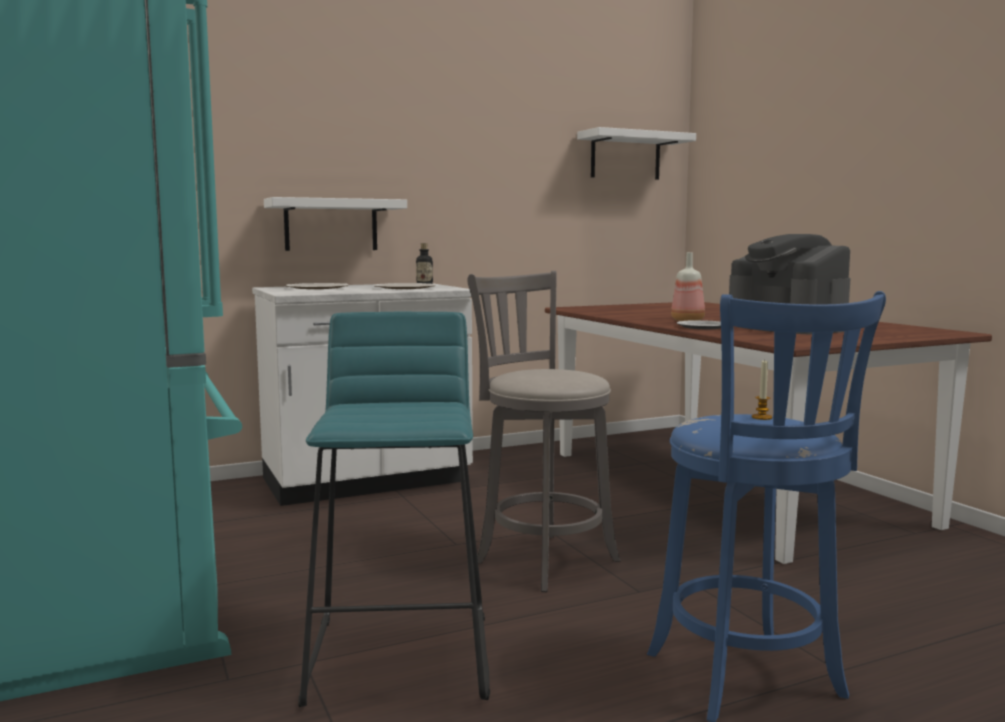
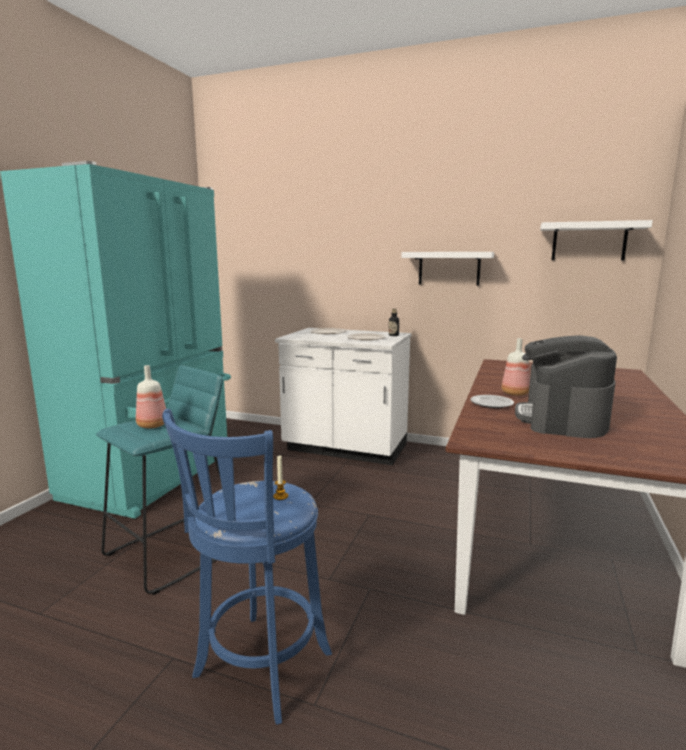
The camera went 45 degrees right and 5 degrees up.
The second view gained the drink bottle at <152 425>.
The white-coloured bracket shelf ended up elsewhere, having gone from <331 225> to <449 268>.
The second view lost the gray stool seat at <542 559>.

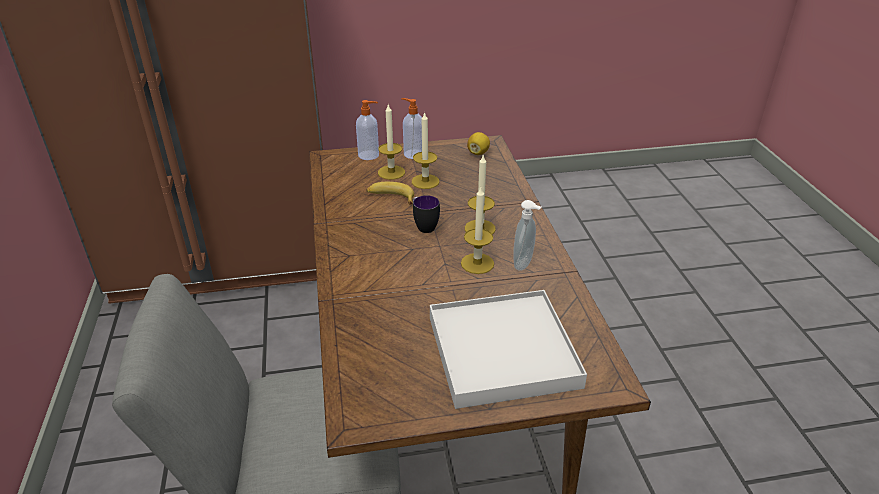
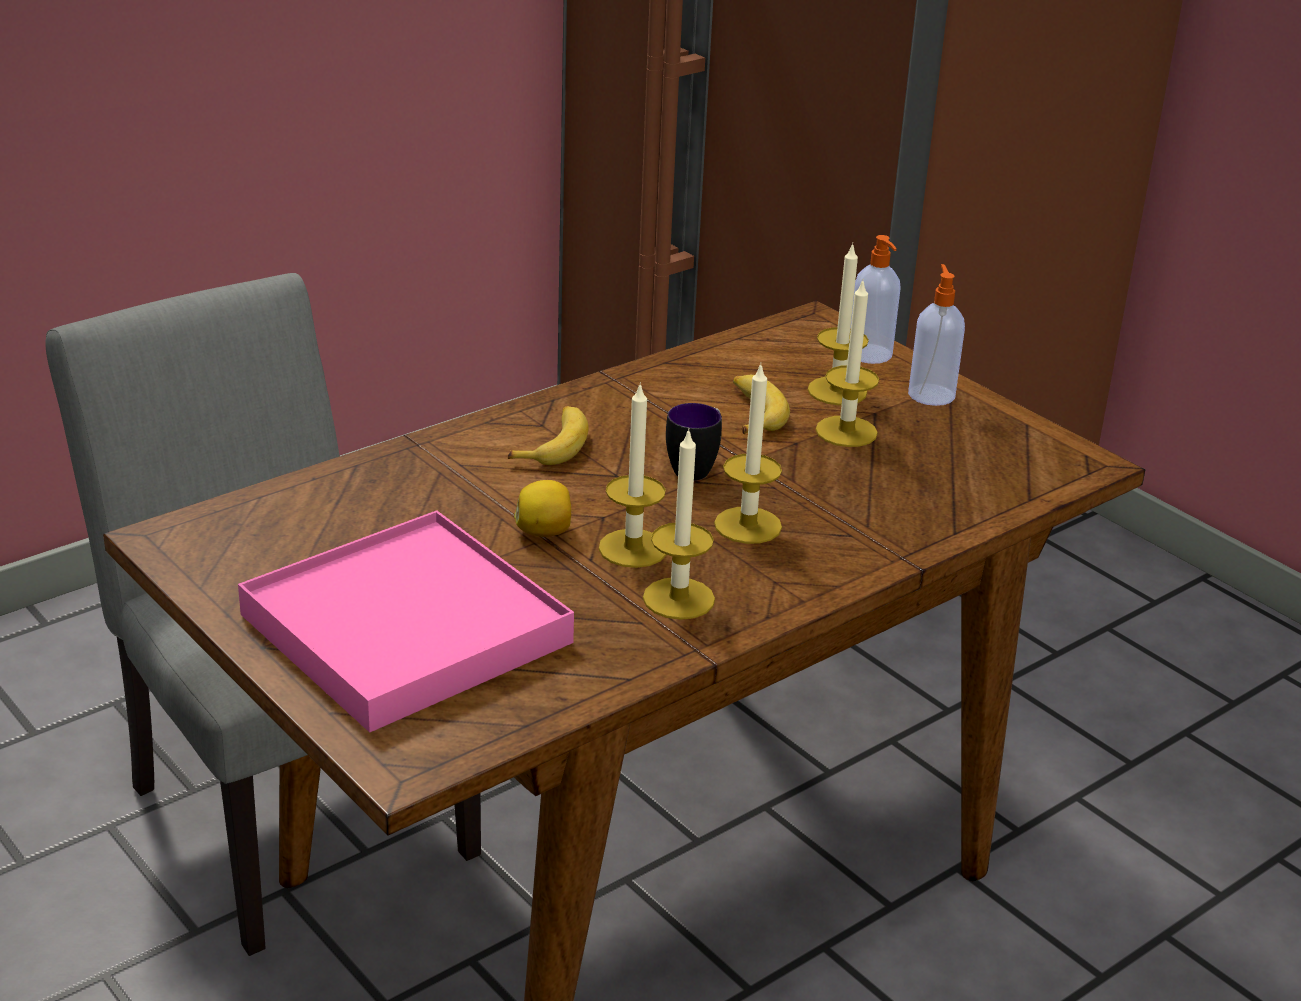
The camera went 60 degrees right and 5 degrees down.
What was the white-coloured carrying tray at <502 351> turned into the pinkish carrying tray at <407 629>.
The second view gained the banana at <554 445>.
The whole lemon ended up elsewhere, having gone from <478 153> to <544 532>.
Where the soap dispenser stood at <524 264>, the wax candle came to stand at <678 598>.

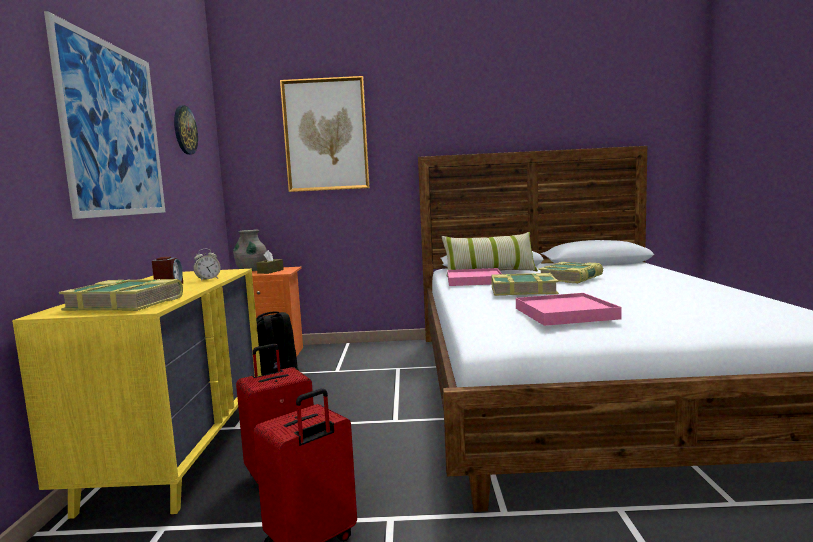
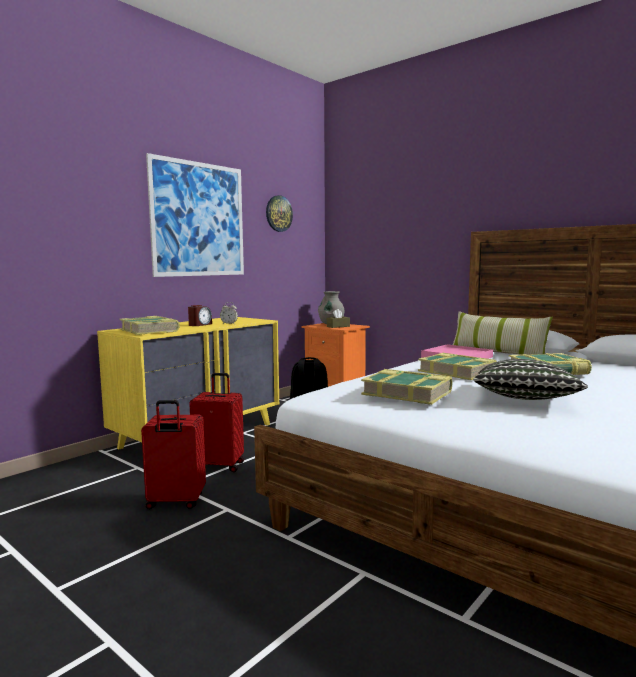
The camera went 40 degrees right and 0 degrees up.
Where the pinkish carrying tray stood at <565 313>, the book came to stand at <407 393>.
The second view gained the pillow at <524 400>.
The second view lost the picture at <326 135>.

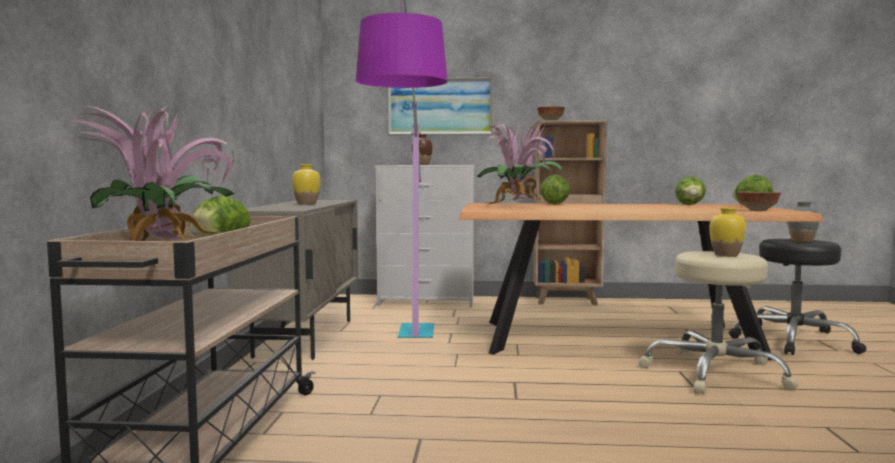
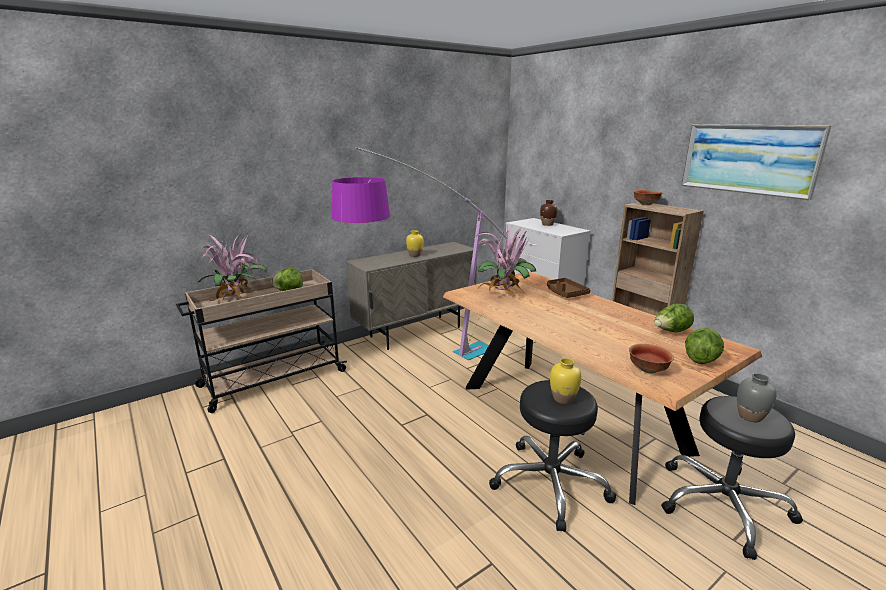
The camera went 50 degrees right and 15 degrees up.
What was the sand-coloured stool seat at <714 373> turned into the black stool seat at <550 483>.
Where the head of lettuce stood at <554 204>, the brown-coloured carrying tray came to stand at <565 293>.
The picture ended up elsewhere, having gone from <440 106> to <748 159>.

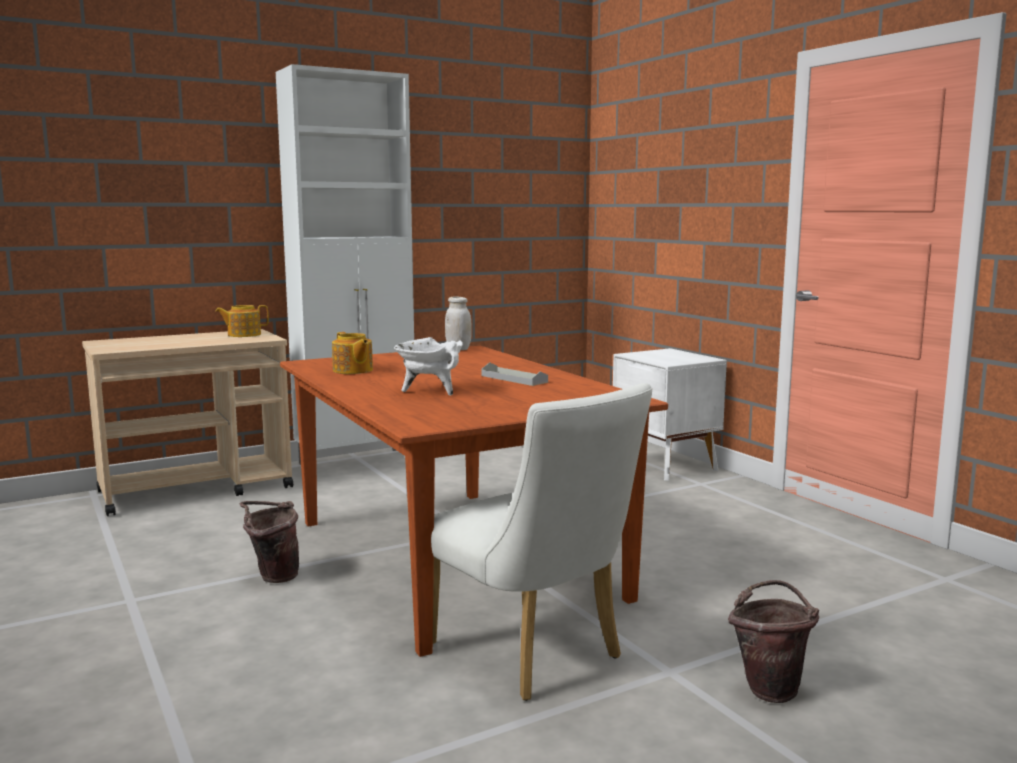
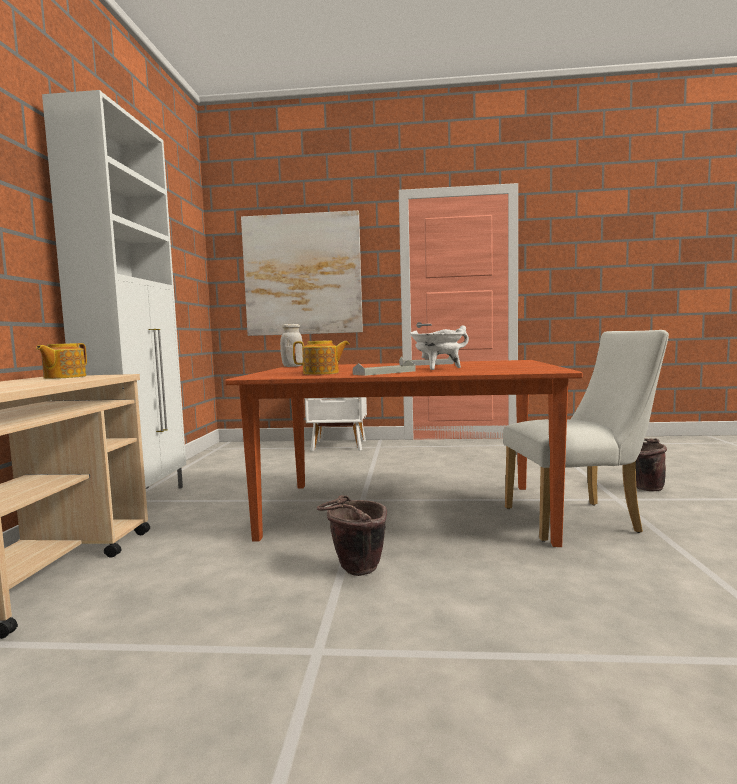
The camera went 55 degrees left and 5 degrees down.
The second view gained the picture at <302 275>.
The second view gained the gray carrying tray at <384 373>.

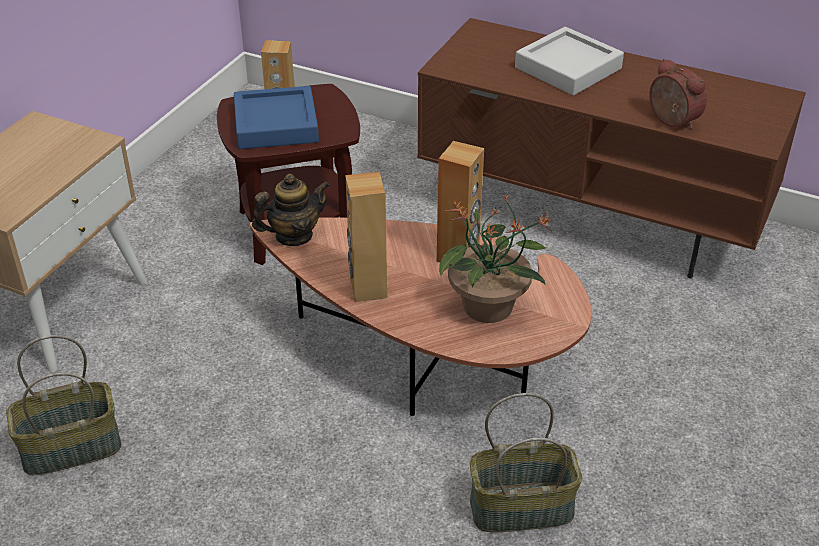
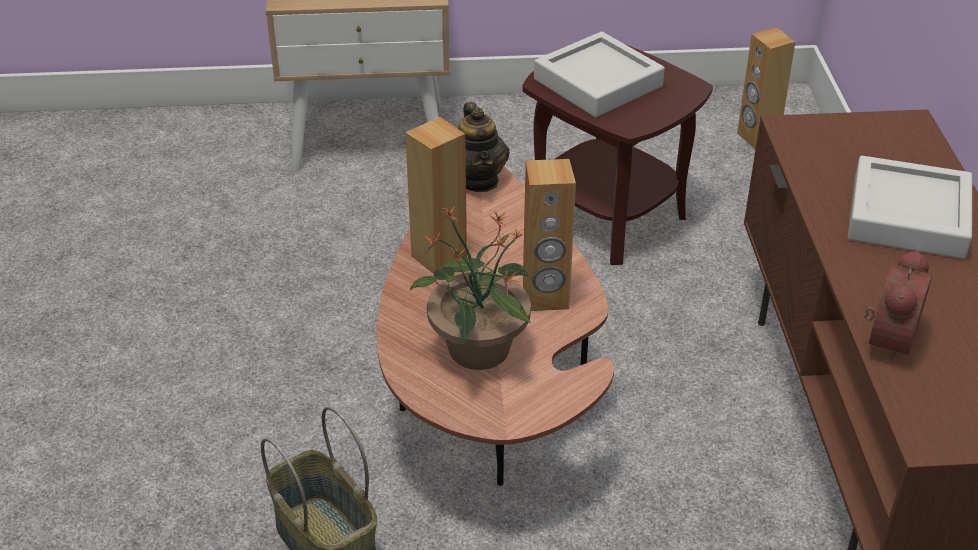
The camera went 60 degrees right and 0 degrees up.
The teapot at <293 236> ended up facing another way, 45 degrees clockwise from before.
What was the blue-coloured carrying tray at <276 125> turned into the gray carrying tray at <598 83>.
The second view lost the basket at <70 449>.

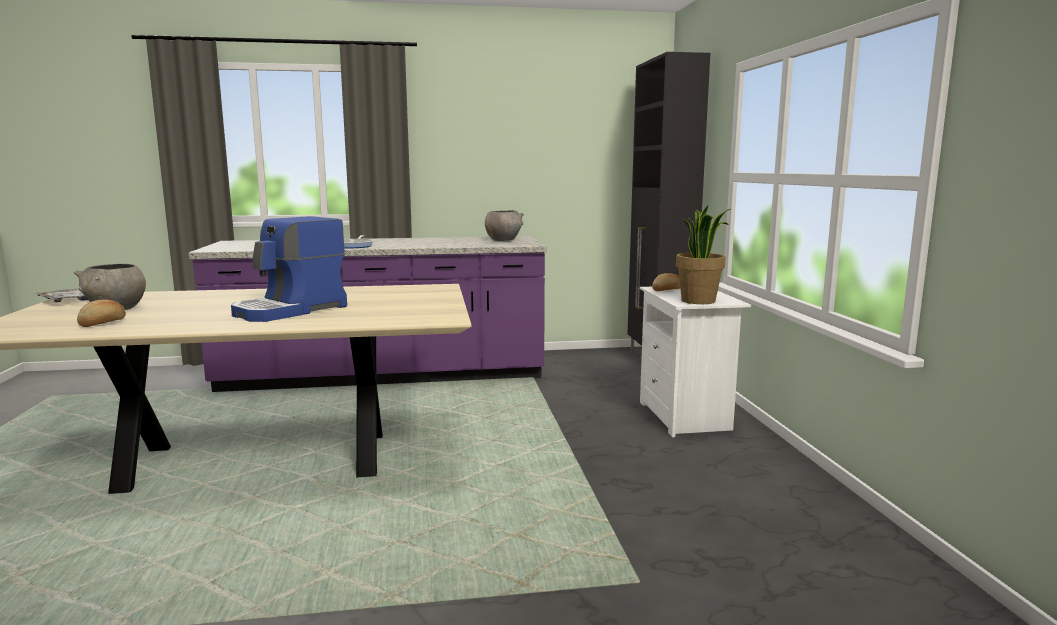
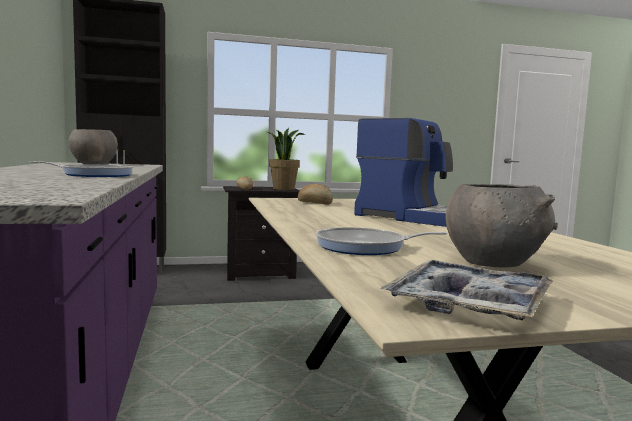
The camera went 95 degrees left and 5 degrees down.
What was the white-coloured bedside table at <686 417> turned into the black bedside table at <260 273>.
The bread ended up elsewhere, having gone from <103 323> to <315 203>.
The second view gained the frying pan at <365 247>.

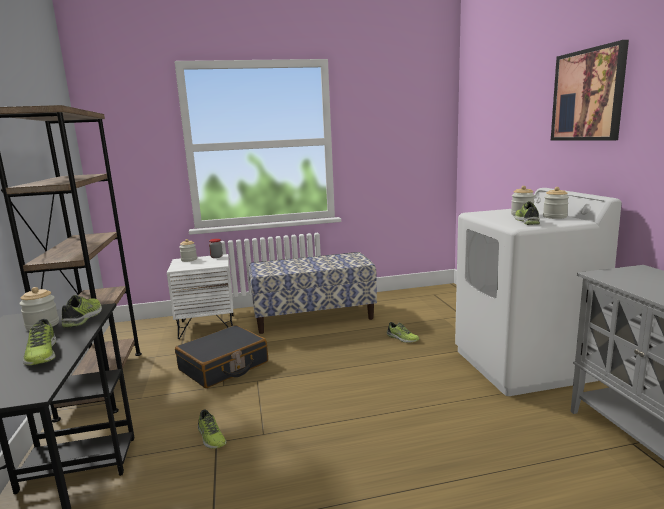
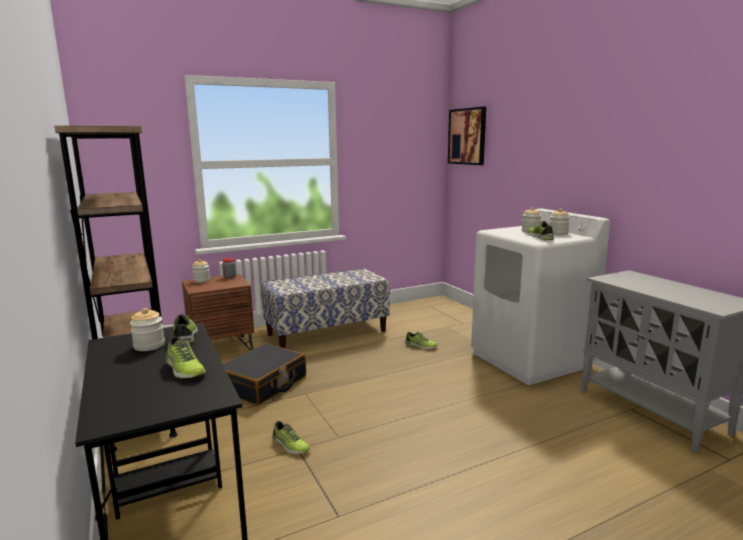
The camera went 15 degrees left and 0 degrees up.
What was the white-coloured bedside table at <207 326> turned into the brown-coloured bedside table at <221 348>.
The picture ended up elsewhere, having gone from <588 95> to <467 136>.

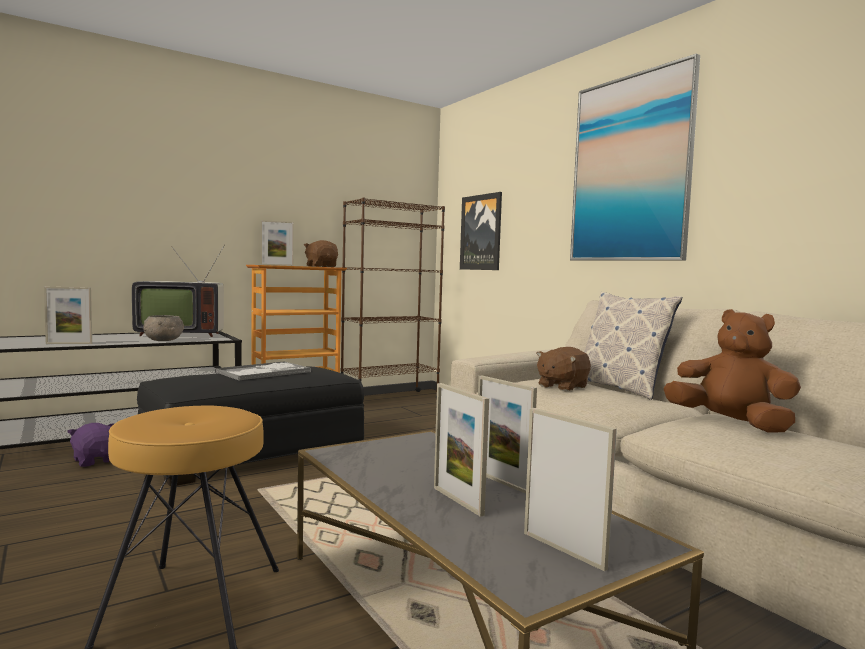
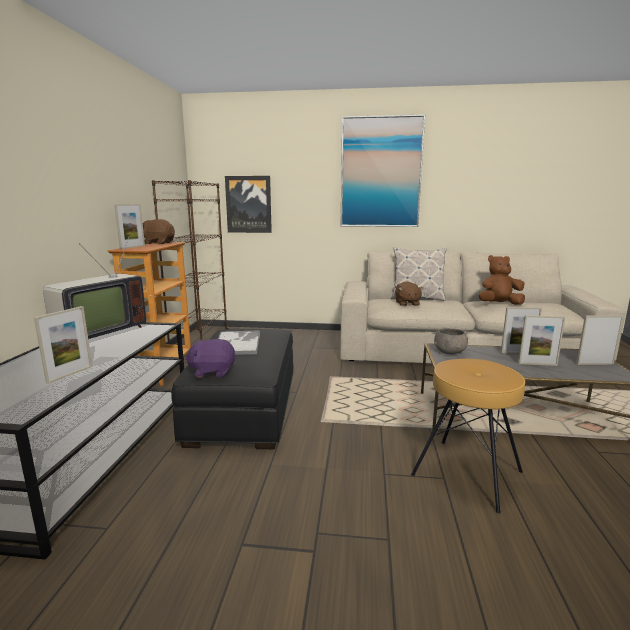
The camera went 50 degrees left and 10 degrees up.
The purplish plush toy ended up elsewhere, having gone from <96 460> to <212 371>.
The gray deep dish ended up elsewhere, having gone from <164 340> to <450 352>.

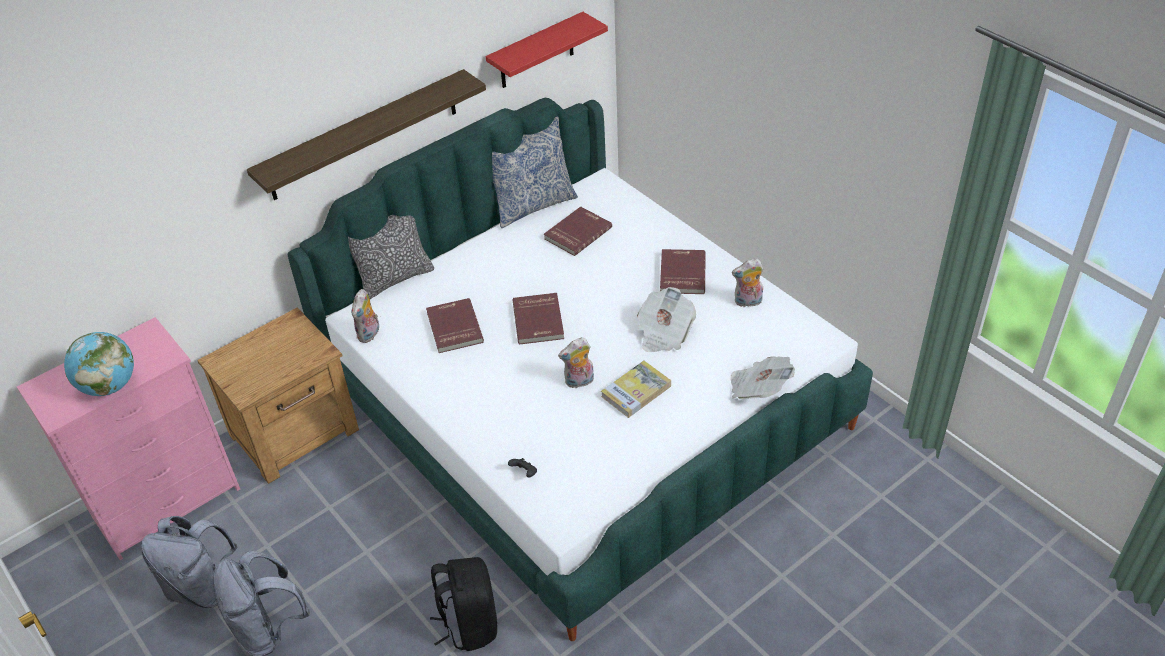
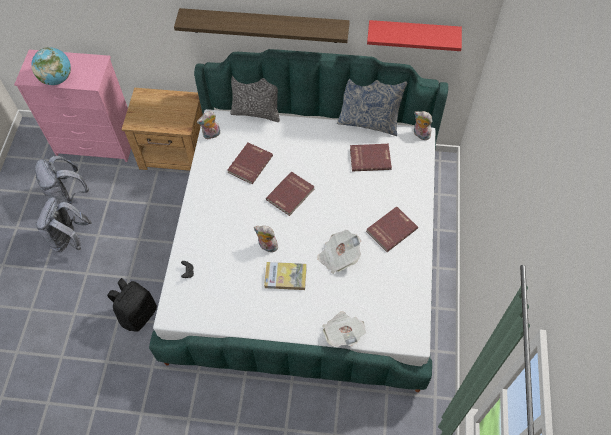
The camera went 45 degrees right and 15 degrees up.
The plush toy ended up elsewhere, having gone from <747 302> to <420 135>.

